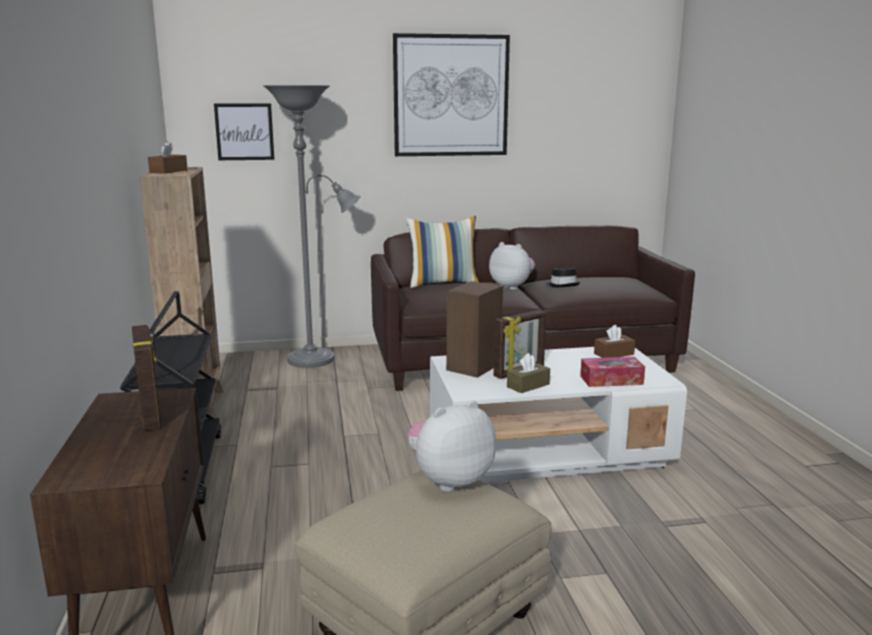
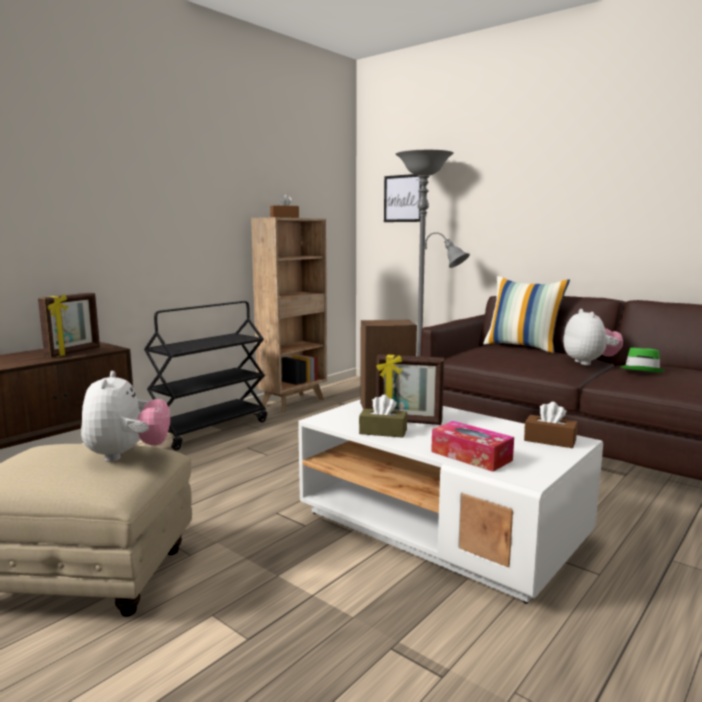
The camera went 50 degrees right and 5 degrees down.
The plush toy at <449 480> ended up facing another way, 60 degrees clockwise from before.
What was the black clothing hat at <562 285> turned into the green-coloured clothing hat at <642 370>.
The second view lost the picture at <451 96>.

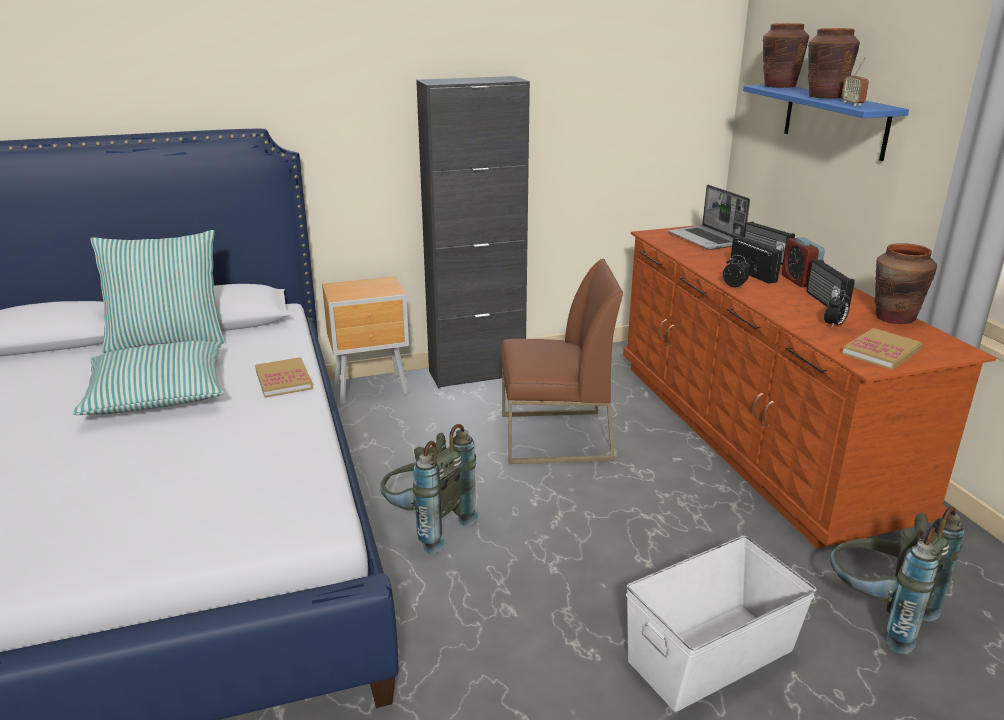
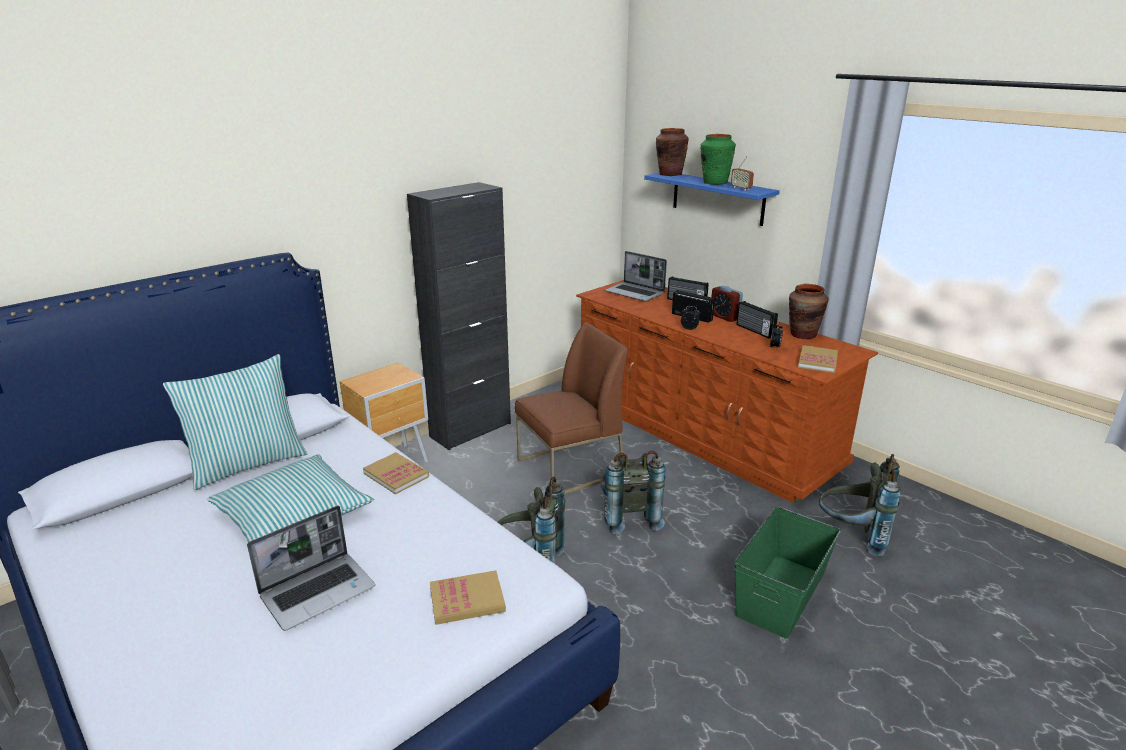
The camera went 25 degrees left and 0 degrees up.
The second view gained the laptop at <318 591>.
The second view gained the book at <467 600>.
The second view gained the gray backpack at <628 517>.
What was the brown-coloured vase at <825 97> turned into the green-coloured vase at <714 183>.
What was the white-coloured storage bin at <709 654> turned into the green-coloured storage bin at <780 594>.

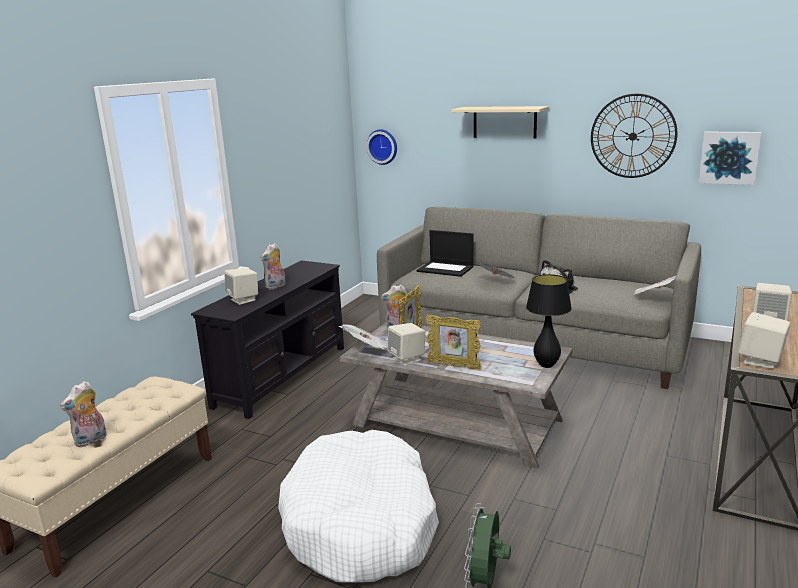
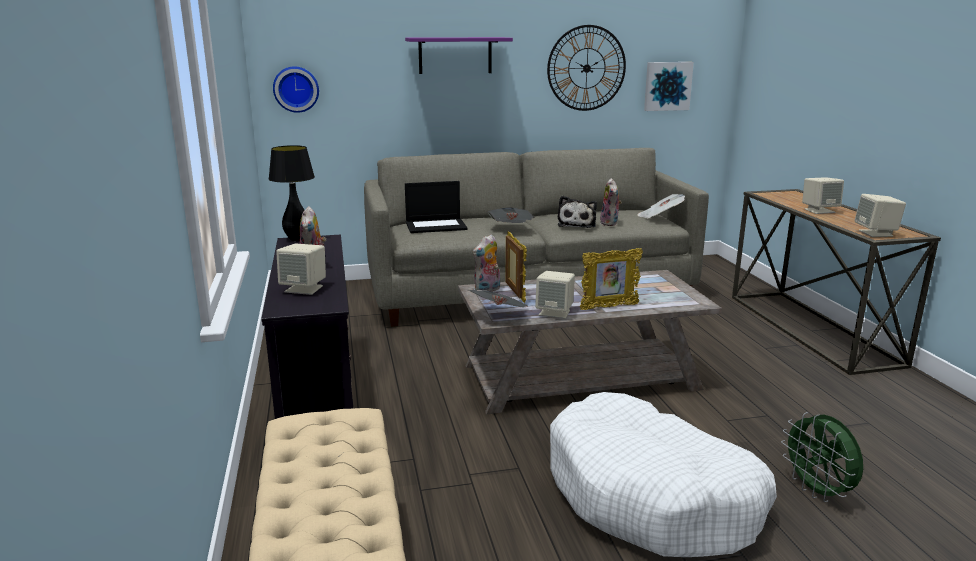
The camera went 40 degrees left and 0 degrees up.
The black tabletop lamp ended up elsewhere, having gone from <546 365> to <297 239>.
What was the sand-coloured bracket shelf at <504 122> turned into the purplish bracket shelf at <455 55>.
The plush toy ended up elsewhere, having gone from <91 441> to <610 223>.

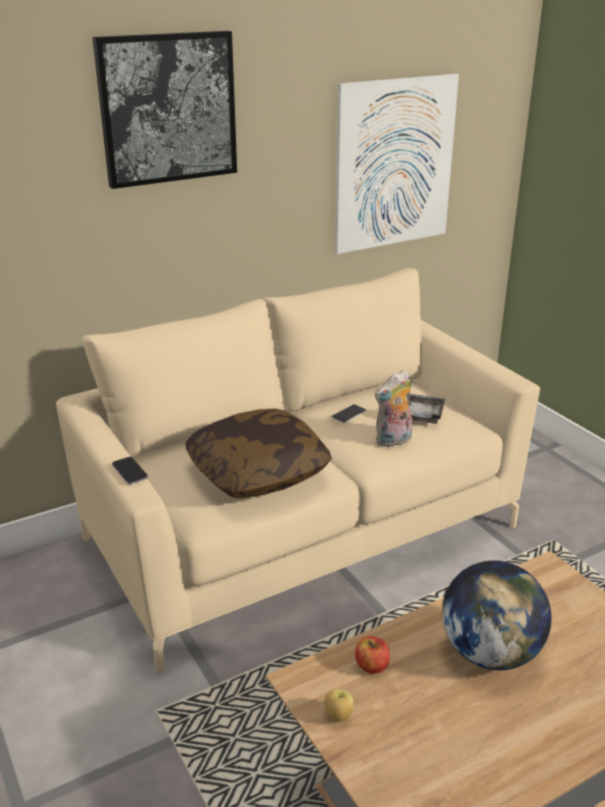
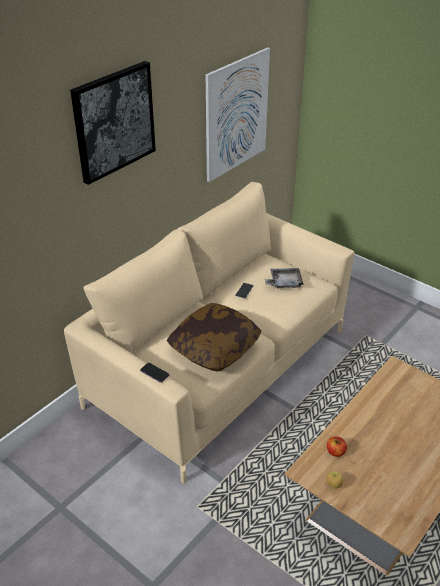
The camera went 20 degrees left and 10 degrees up.
The second view lost the plush toy at <393 441>.
The second view lost the desk globe at <490 653>.

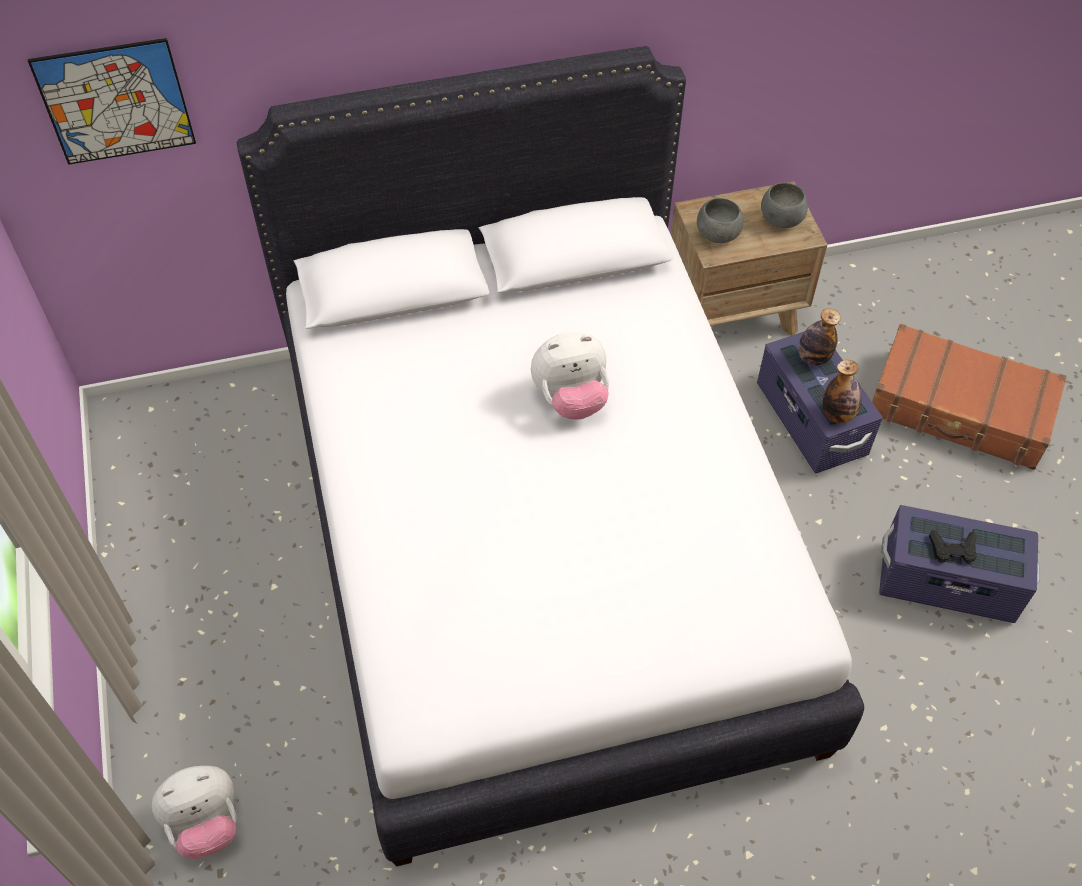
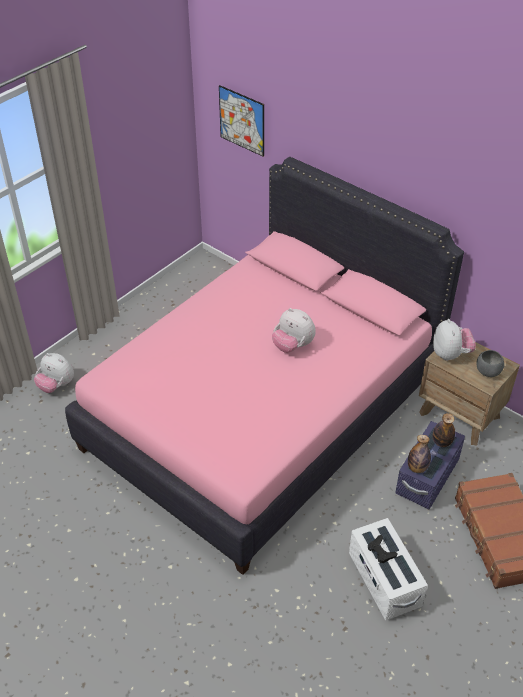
The camera went 55 degrees right and 10 degrees down.
What was the white-coloured bedroom bed at <538 542> turned into the pinkish bedroom bed at <261 413>.
What was the purplish storage bin at <947 583> turned into the white-coloured storage bin at <384 580>.
Where the gray deep dish stood at <717 235>, the plush toy came to stand at <450 354>.

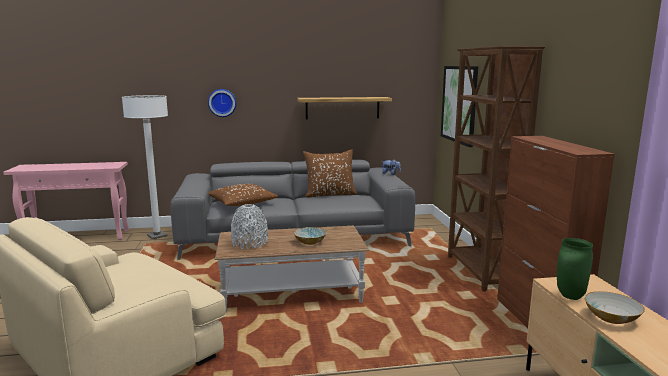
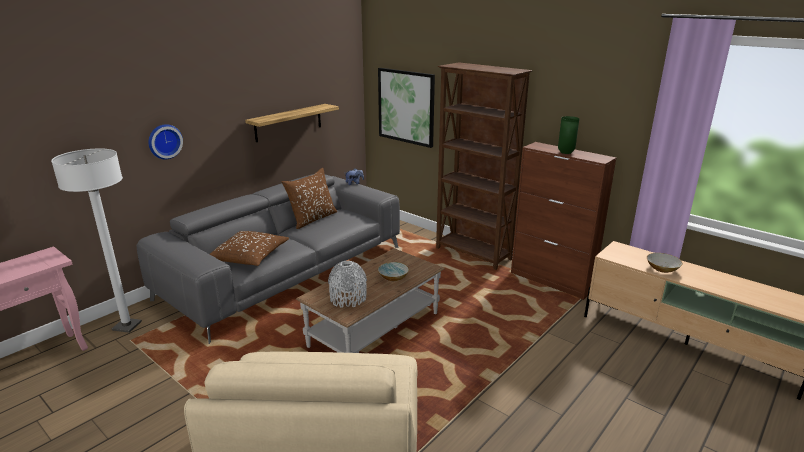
The camera went 40 degrees left and 10 degrees up.
The green-coloured vase ended up elsewhere, having gone from <571 297> to <566 152>.

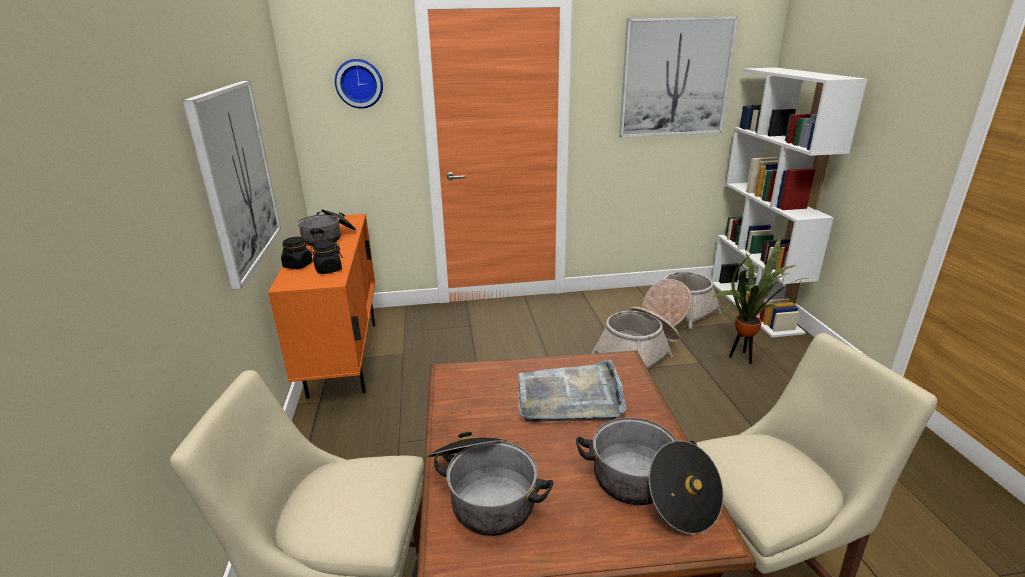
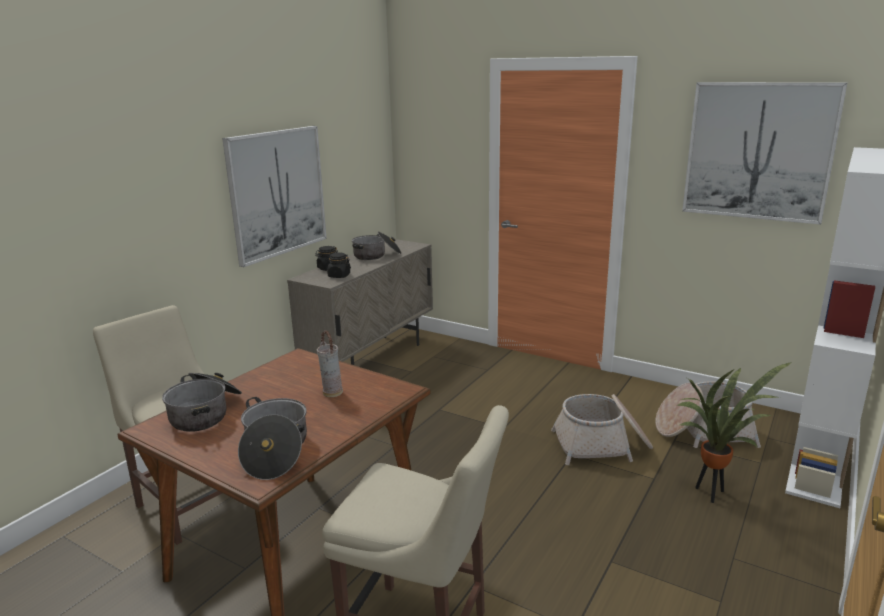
The camera went 40 degrees right and 5 degrees down.
What was the orangey cupboard at <344 358> turned into the sand-coloured cupboard at <371 360>.
Where the gray carrying tray stood at <570 396>, the vase came to stand at <331 393>.
The second view lost the hanging clock at <359 83>.

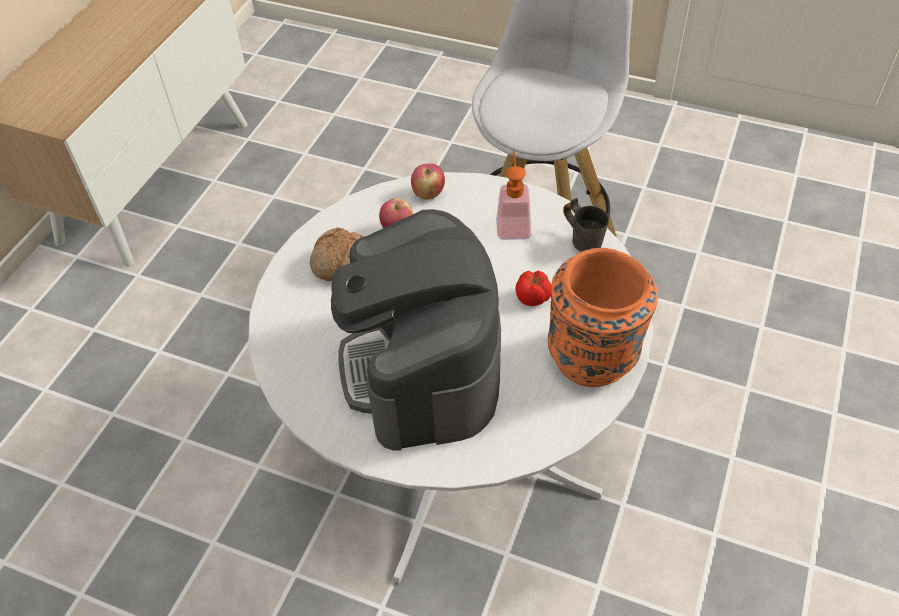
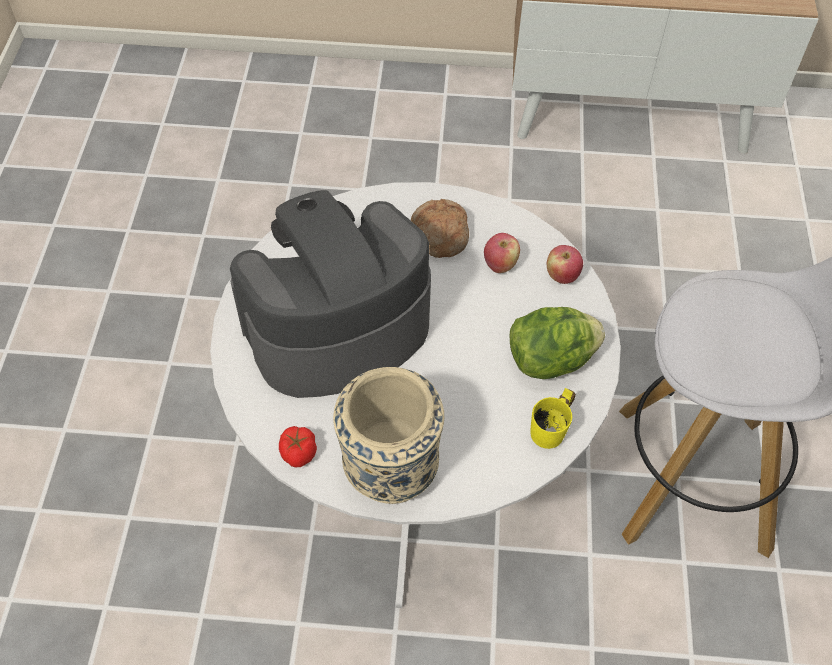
The camera went 70 degrees right and 5 degrees up.
The whole tomato ended up elsewhere, having gone from <533 297> to <298 454>.
What was the orangey vase at <593 357> turned into the sand-coloured vase at <390 469>.
Where the soap dispenser stood at <513 223>, the head of lettuce came to stand at <550 360>.
What was the gray mug at <584 238> turned into the yellowish mug at <554 431>.

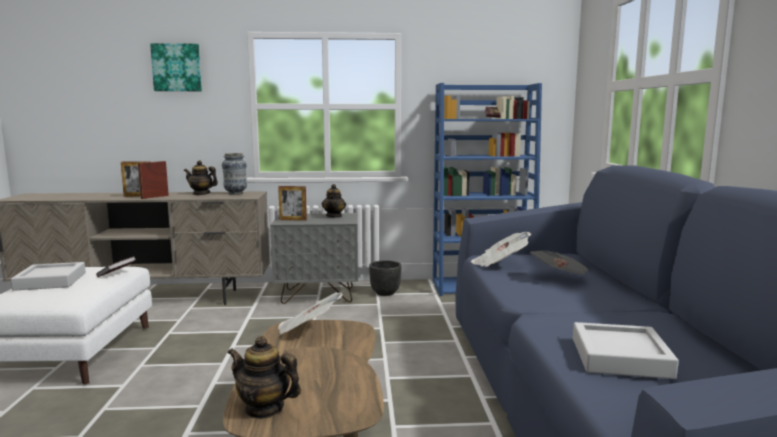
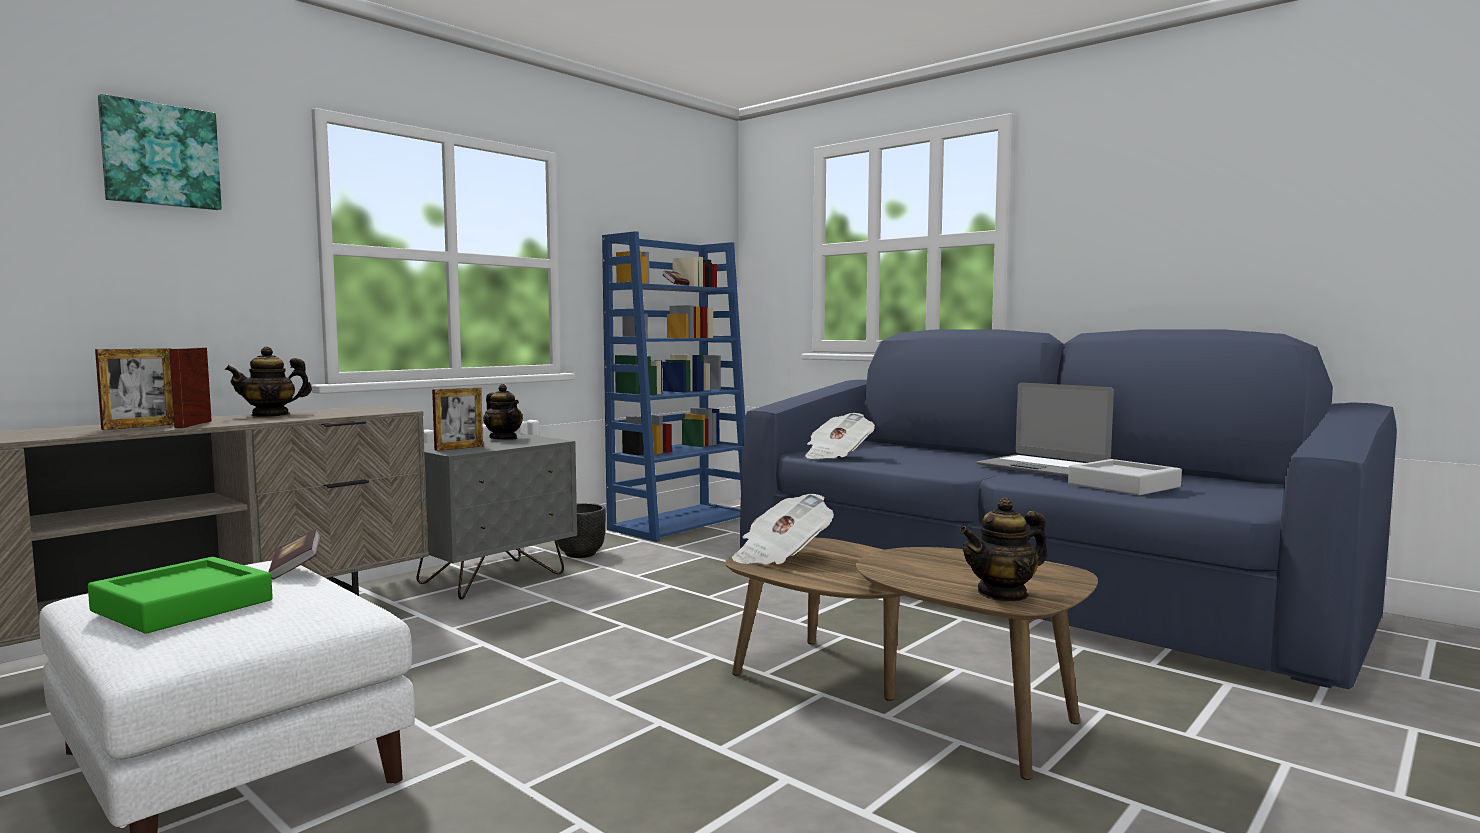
The camera went 45 degrees left and 5 degrees down.
What was the gray carrying tray at <50 281> turned into the green-coloured carrying tray at <183 606>.
The second view gained the laptop at <1042 468>.
The second view lost the vase at <235 193>.
The second view lost the printed paper at <560 278>.

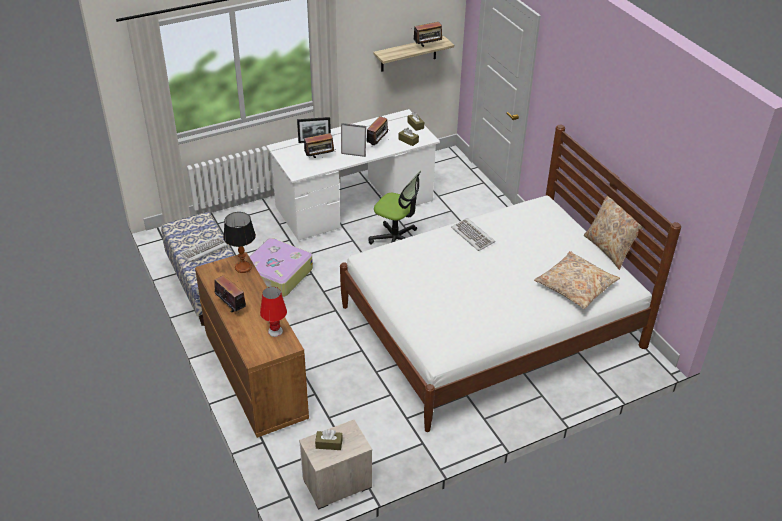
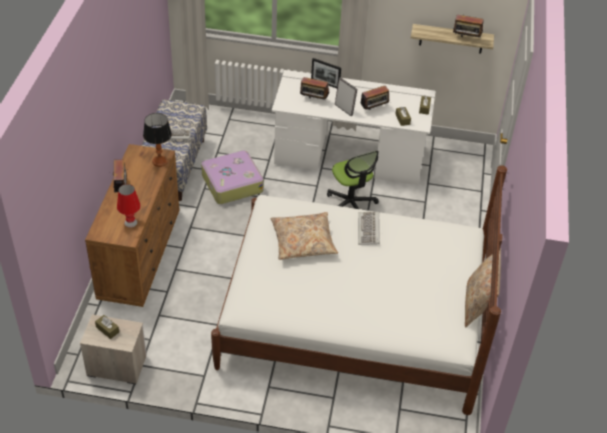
The camera went 35 degrees right and 5 degrees up.
The sand-coloured pillow ended up elsewhere, having gone from <575 286> to <303 241>.

